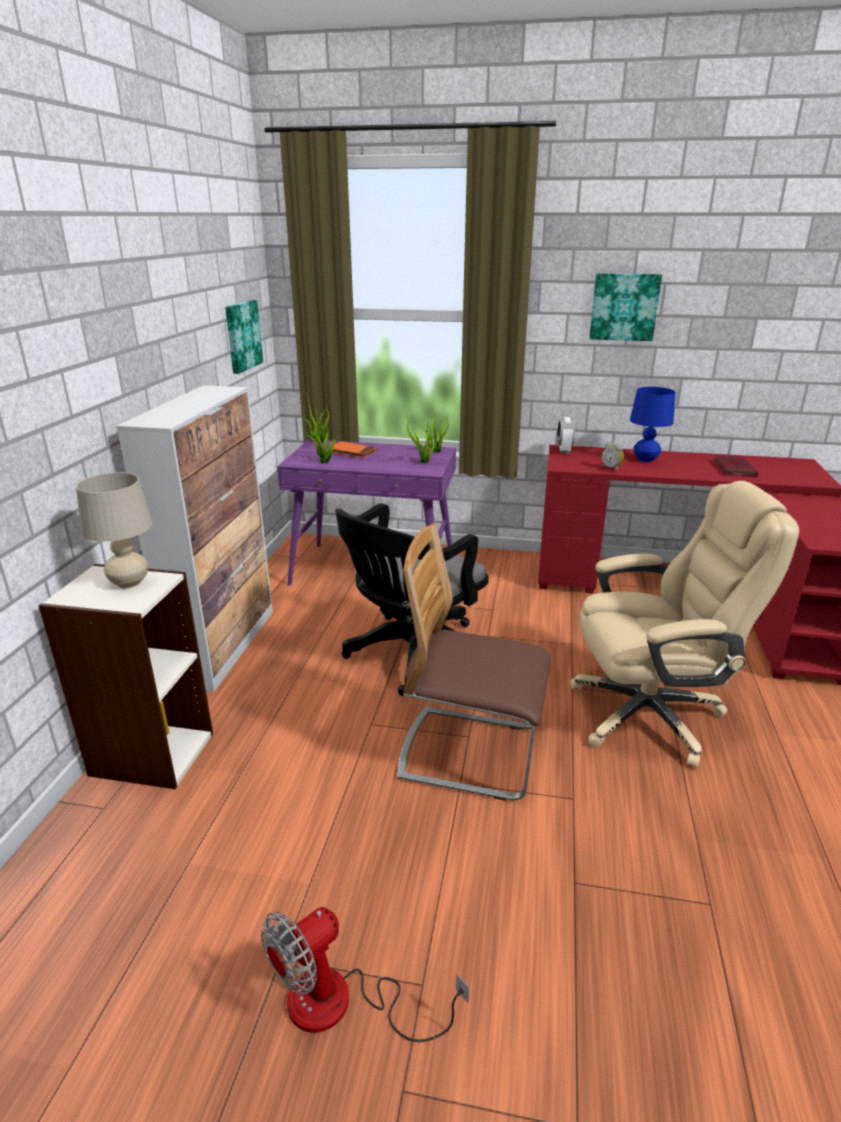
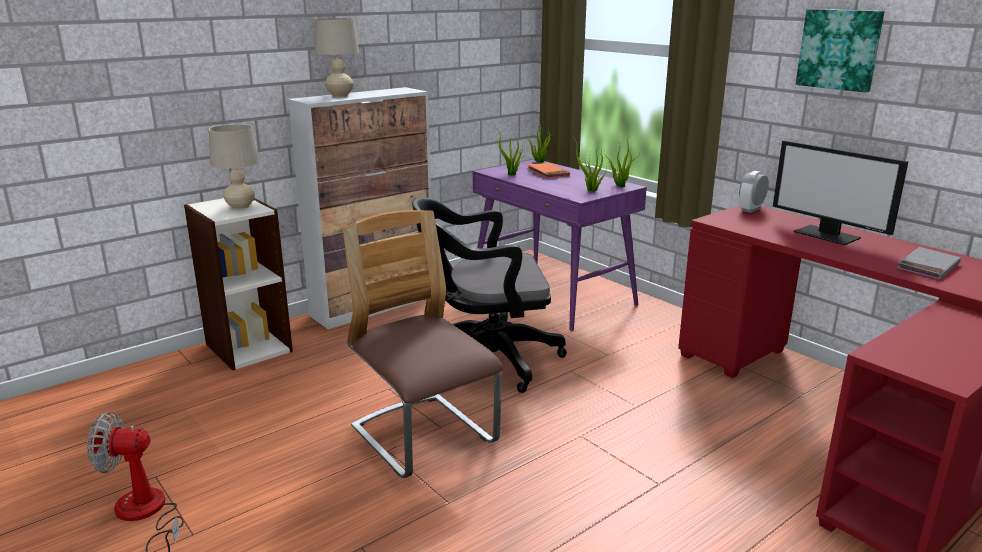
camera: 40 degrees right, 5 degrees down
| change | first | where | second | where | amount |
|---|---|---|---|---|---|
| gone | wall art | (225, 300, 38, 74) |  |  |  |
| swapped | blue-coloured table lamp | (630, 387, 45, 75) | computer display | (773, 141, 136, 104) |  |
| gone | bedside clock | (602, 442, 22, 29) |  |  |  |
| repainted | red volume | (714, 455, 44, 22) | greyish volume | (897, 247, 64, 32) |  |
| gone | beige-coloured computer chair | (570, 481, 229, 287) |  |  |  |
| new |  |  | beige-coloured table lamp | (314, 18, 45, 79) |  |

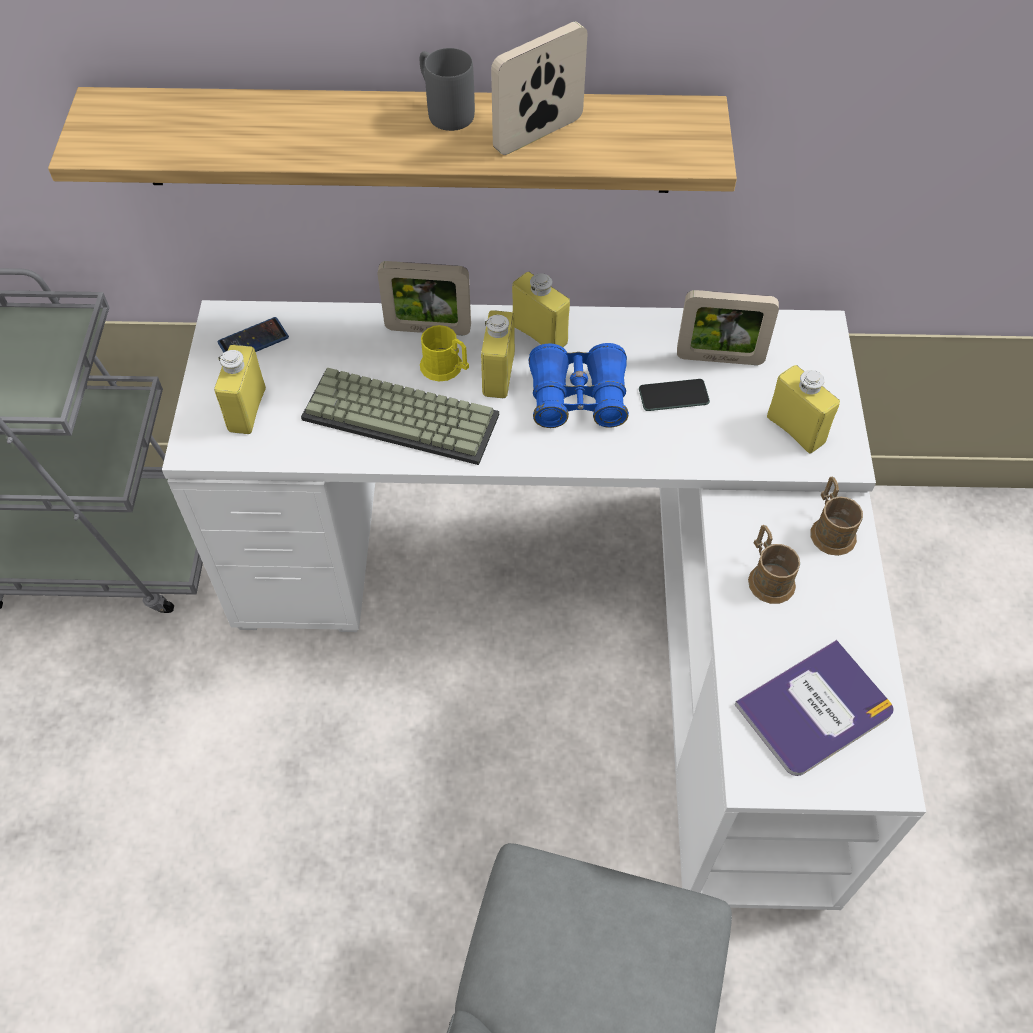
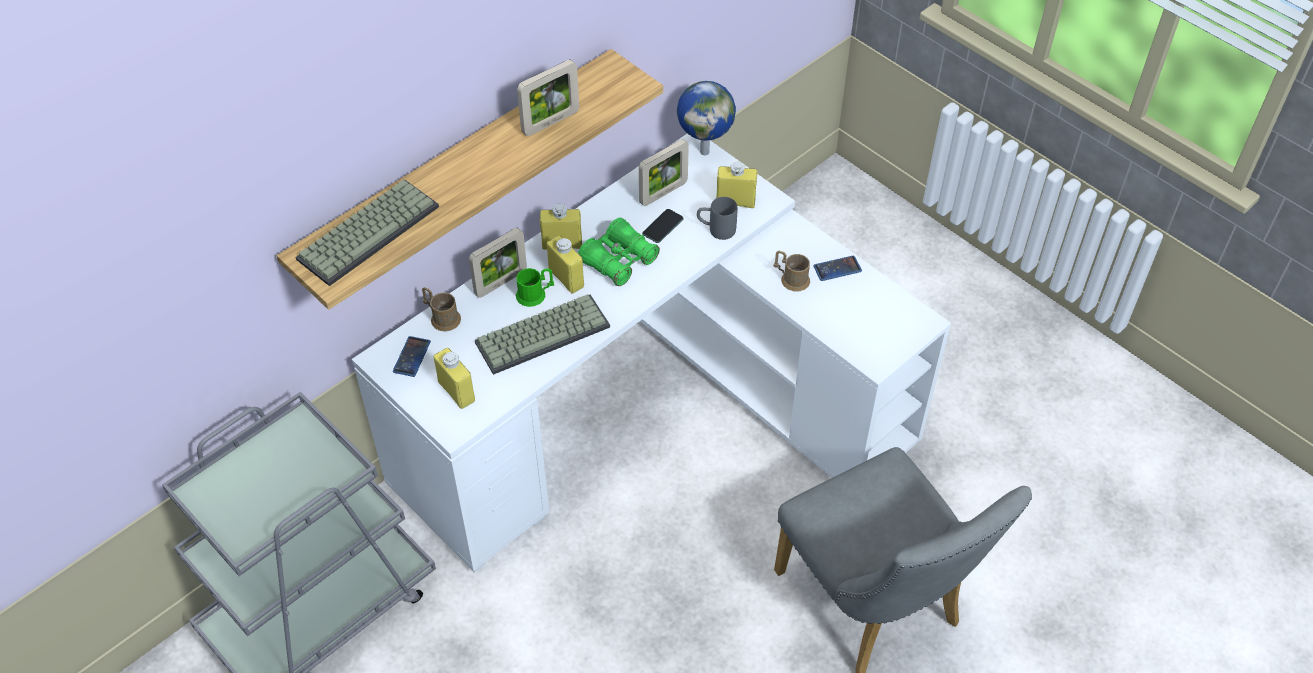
camera: 45 degrees left, 5 degrees down
| change | first | where | second | where | amount |
|---|---|---|---|---|---|
| rotated | picture frame | (491, 22, 96, 133) |  | (517, 60, 62, 76) | 135 degrees counterclockwise |
| shifted | greyish mug | (420, 48, 55, 83) |  | (697, 197, 40, 43) |  |
| repainted | yellow mug | (420, 325, 49, 56) | green mug | (516, 268, 38, 39) |  |
| repainted | blue-coloured pair of binoculars | (528, 343, 101, 85) | green pair of binoculars | (578, 218, 82, 68) |  |
| shifted | brown mug | (811, 477, 52, 79) |  | (422, 287, 39, 44) |  |
| gone | volume | (735, 640, 159, 136) |  |  |  |
| new |  |  | world globe | (677, 81, 59, 74) |  |
| new |  |  | computer keyboard | (296, 180, 143, 106) |  |
| new |  |  | phone | (813, 255, 49, 26) |  |

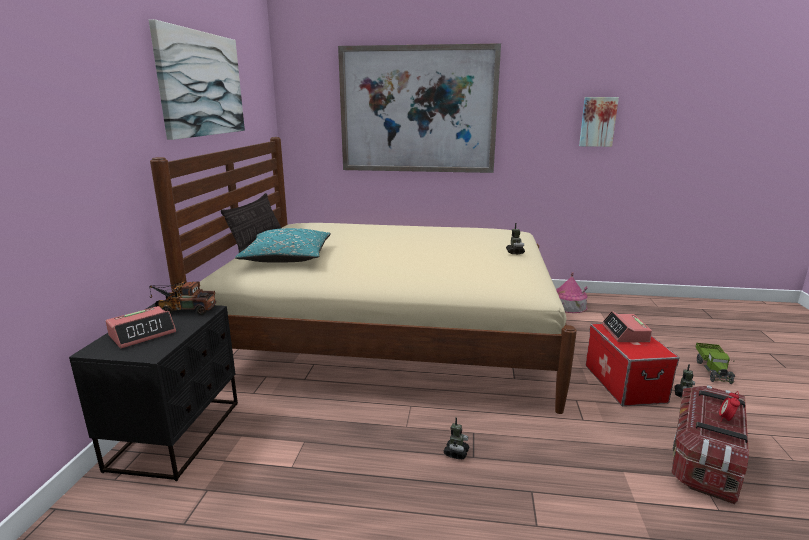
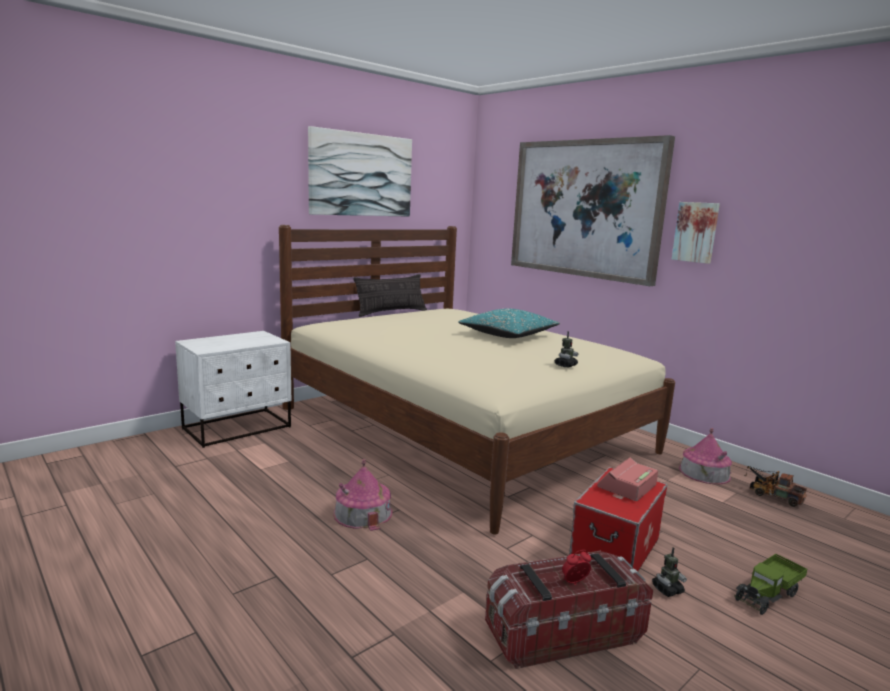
camera: 40 degrees right, 5 degrees down
| change | first | where | second | where | amount |
|---|---|---|---|---|---|
| shifted | wall art | (579, 97, 40, 50) |  | (672, 202, 48, 62) |  |
| shifted | turquoise pillow | (235, 228, 96, 35) |  | (458, 309, 102, 29) |  |
| shifted | model truck | (149, 281, 67, 34) |  | (744, 466, 63, 41) |  |
| repainted | black nightstand | (69, 303, 169, 178) | white nightstand | (175, 331, 116, 117) |  |
| gone | bedside clock | (106, 306, 70, 43) |  |  |  |
| swapped | toy robot | (444, 418, 25, 41) | toy house | (333, 459, 59, 72) |  |

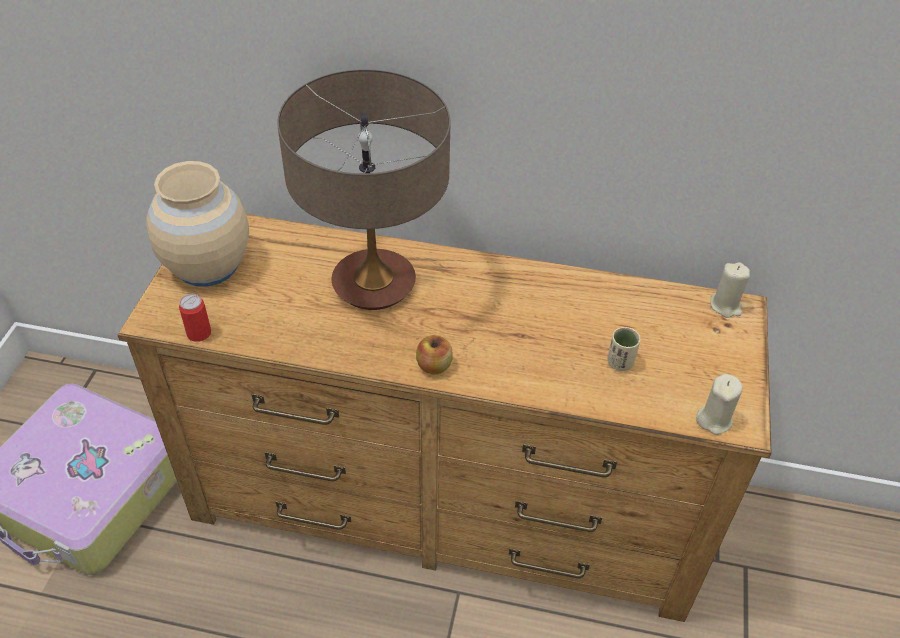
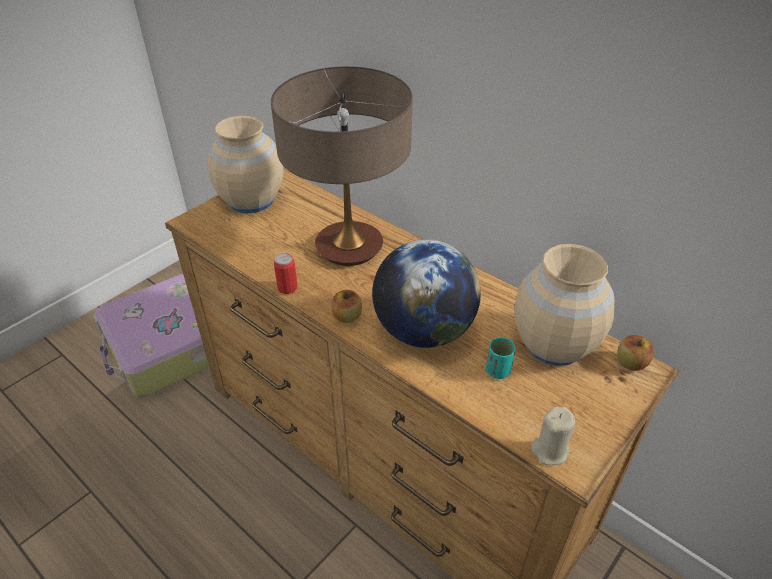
camera: 30 degrees right, 5 degrees down
| change | first | where | second | where | amount |
|---|---|---|---|---|---|
| swapped | beige-coloured wax candle | (710, 262, 40, 56) | apple | (617, 335, 36, 36) |  |
| shifted | can | (179, 294, 32, 48) |  | (274, 253, 24, 41) |  |
| repainted | beige-coloured cup | (607, 327, 33, 44) | turquoise cup | (486, 338, 29, 41) |  |
| new |  |  | world globe | (372, 239, 109, 109) |  |
| new |  |  | beige-coloured flower vase | (514, 244, 100, 122) |  |

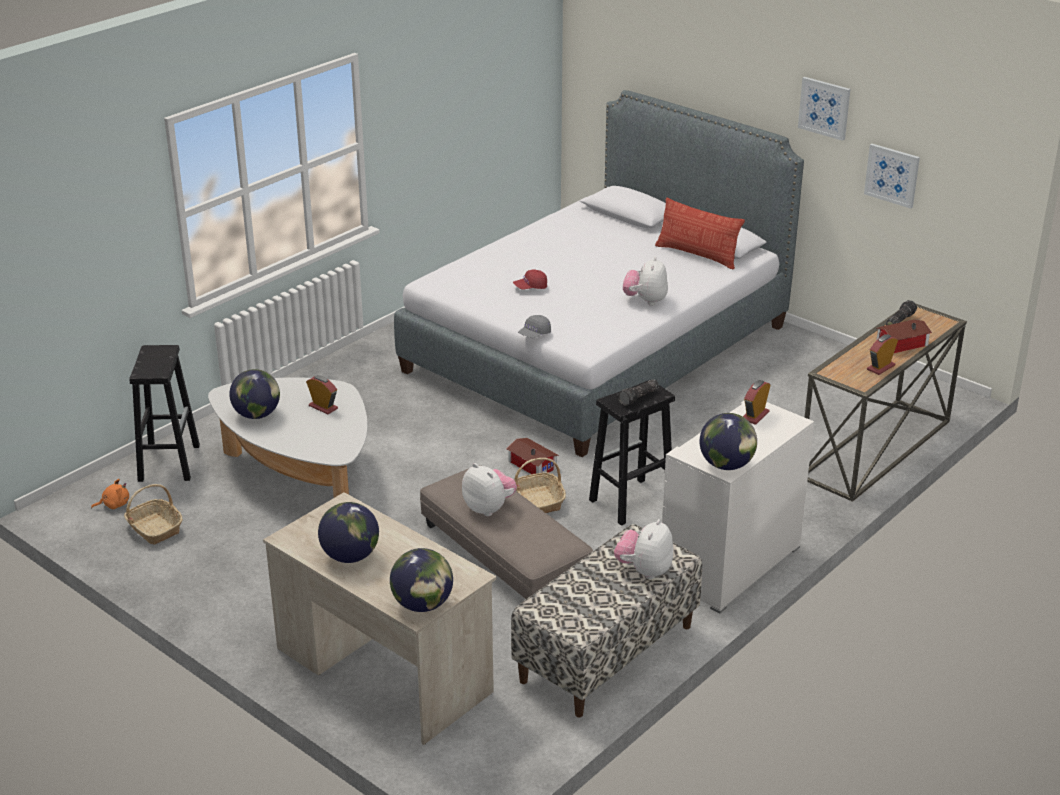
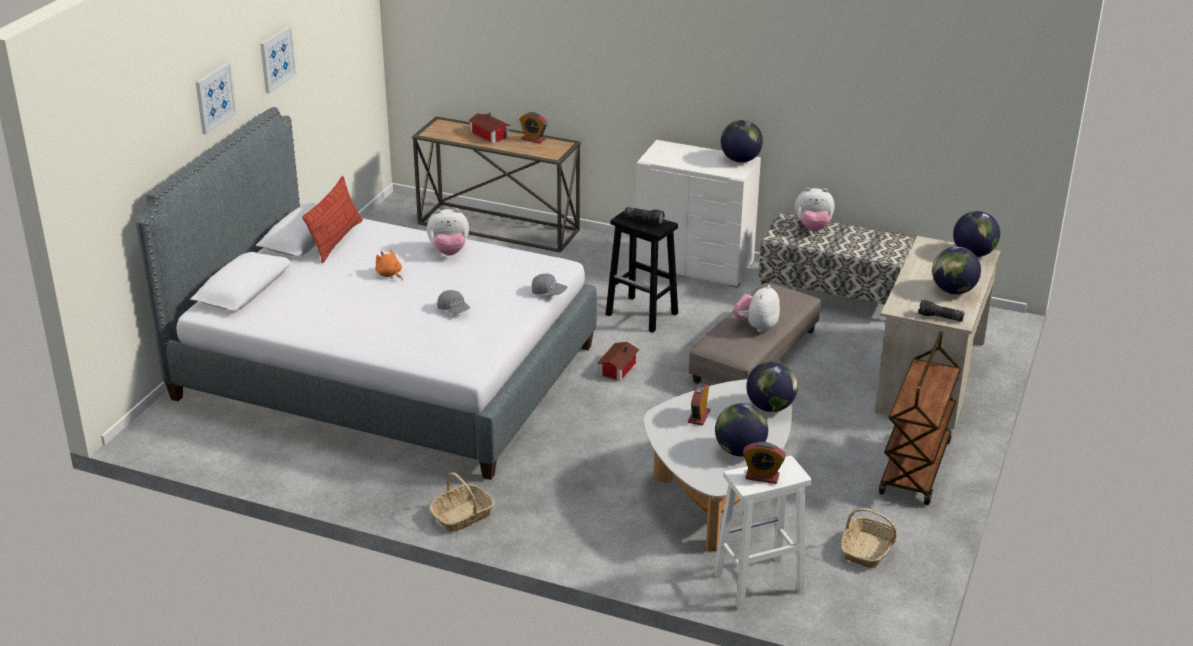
camera: 110 degrees left, 0 degrees up
| change | first | where | second | where | amount |
|---|---|---|---|---|---|
| shifted | wall art | (864, 144, 56, 65) |  | (196, 62, 41, 72) |  |
| repainted | red peaked cap | (513, 270, 34, 19) | greyish peaked cap | (437, 290, 33, 24) |  |
| shifted | flashlight | (886, 300, 31, 26) |  | (918, 300, 47, 22) |  |
| repainted | black sitting stool | (129, 345, 71, 137) | white sitting stool | (713, 456, 99, 154) |  |
| shifted | bedside clock | (743, 380, 27, 45) |  | (743, 442, 43, 42) |  |
| shifted | basket | (515, 458, 51, 55) |  | (429, 472, 66, 60) |  |
| shifted | orange-coloured cuddly toy | (91, 479, 38, 30) |  | (375, 249, 28, 31) |  |
| new |  |  | brown cart | (879, 331, 82, 174) |  |
| new |  |  | world globe | (746, 361, 52, 51) |  |

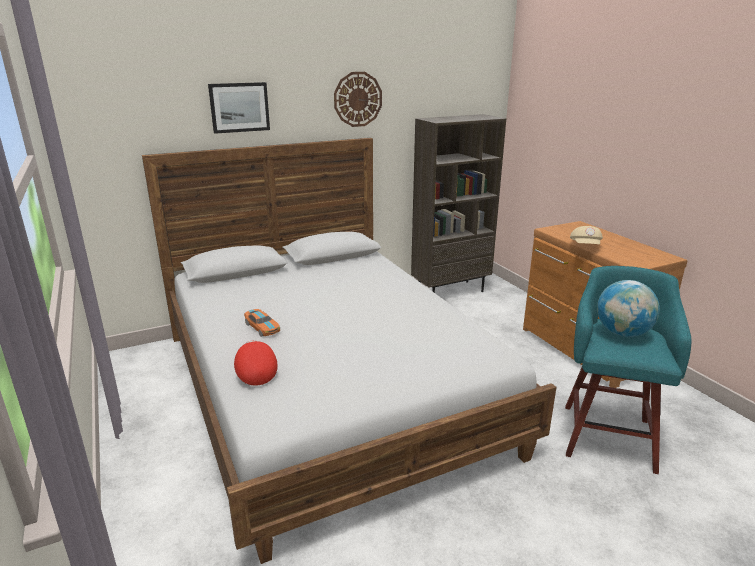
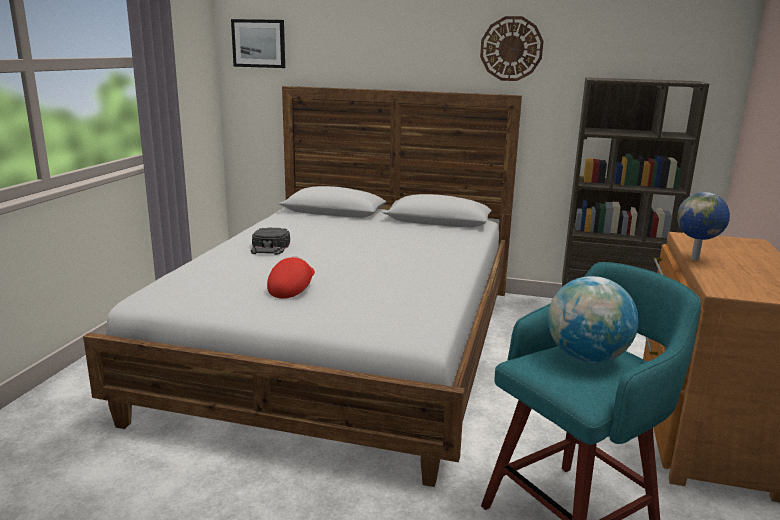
camera: 40 degrees right, 5 degrees down
| change | first | where | second | where | amount |
|---|---|---|---|---|---|
| shifted | wall art | (208, 82, 62, 52) |  | (231, 19, 54, 49) |  |
| swapped | beige-coloured peaked cap | (570, 226, 33, 18) | world globe | (677, 192, 53, 69) |  |
| swapped | model car | (244, 309, 36, 28) | black peaked cap | (251, 228, 39, 27) |  |
| shifted | red peaked cap | (234, 340, 44, 46) |  | (267, 256, 48, 43) |  |

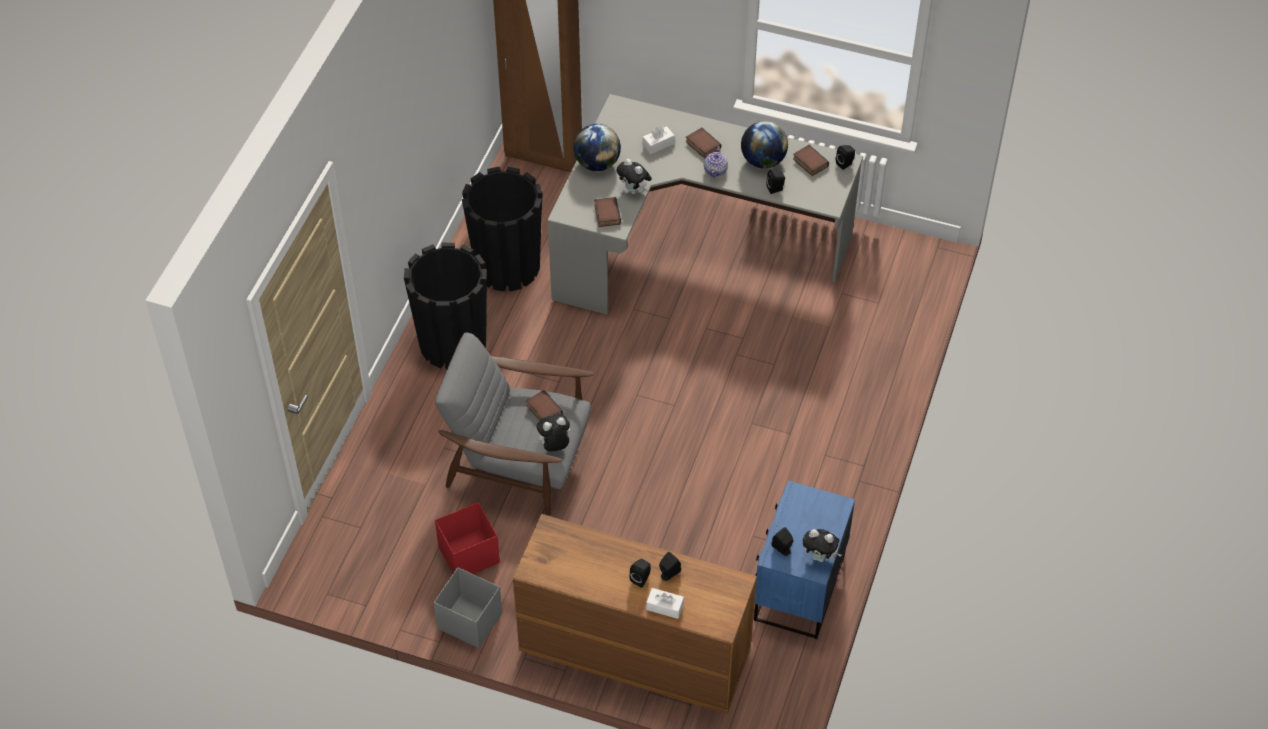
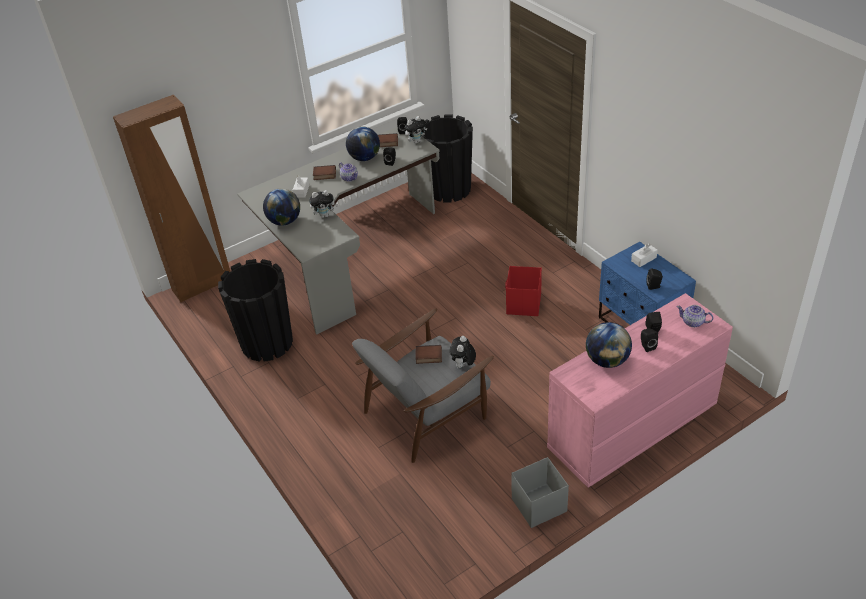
camera: 50 degrees left, 10 degrees down
| change | first | where | second | where | amount |
|---|---|---|---|---|---|
| gone | volume | (594, 197, 27, 30) |  |  |  |
| shifted | black plant pot | (404, 243, 83, 126) |  | (421, 114, 52, 88) |  |
| shifted | red storage box | (435, 502, 65, 72) |  | (505, 266, 37, 50) |  |
| repainted | brown drawer chest | (513, 514, 244, 200) | pink drawer chest | (547, 293, 186, 194) |  |
| shifted | cuddly toy | (803, 529, 38, 33) |  | (405, 116, 22, 28) |  |
| shifted | white box of tissues | (646, 588, 38, 31) |  | (631, 244, 27, 23) |  |
| new |  |  | tea pot | (677, 305, 36, 22) |  |
| new |  |  | world globe | (586, 322, 46, 46) |  |

